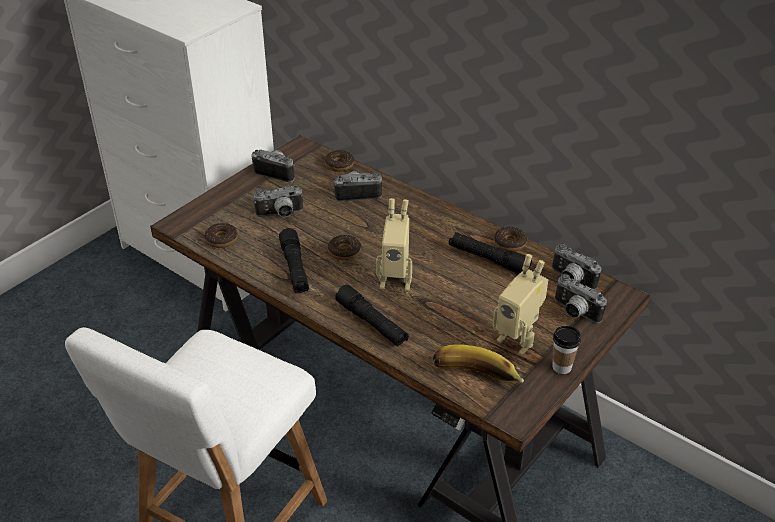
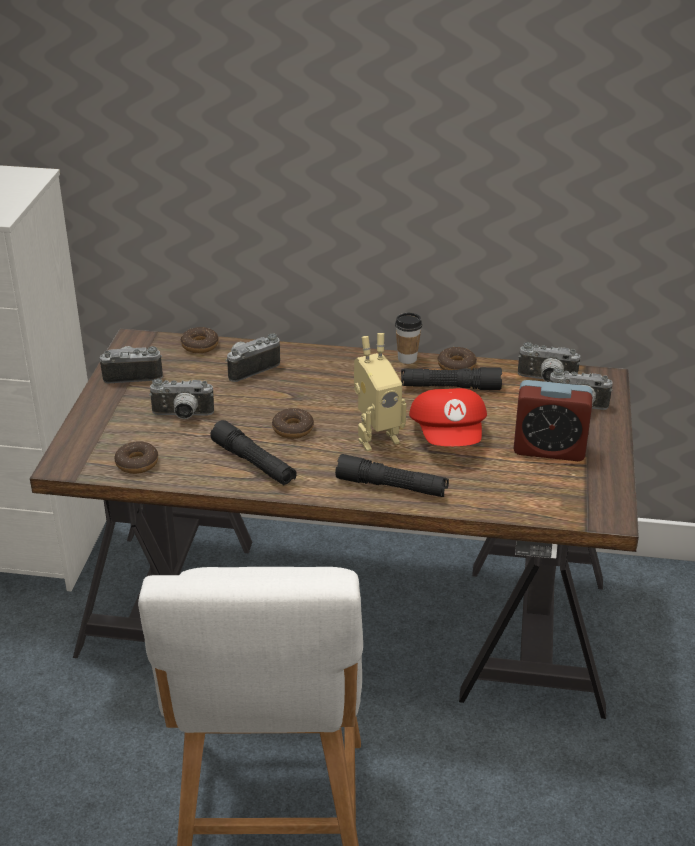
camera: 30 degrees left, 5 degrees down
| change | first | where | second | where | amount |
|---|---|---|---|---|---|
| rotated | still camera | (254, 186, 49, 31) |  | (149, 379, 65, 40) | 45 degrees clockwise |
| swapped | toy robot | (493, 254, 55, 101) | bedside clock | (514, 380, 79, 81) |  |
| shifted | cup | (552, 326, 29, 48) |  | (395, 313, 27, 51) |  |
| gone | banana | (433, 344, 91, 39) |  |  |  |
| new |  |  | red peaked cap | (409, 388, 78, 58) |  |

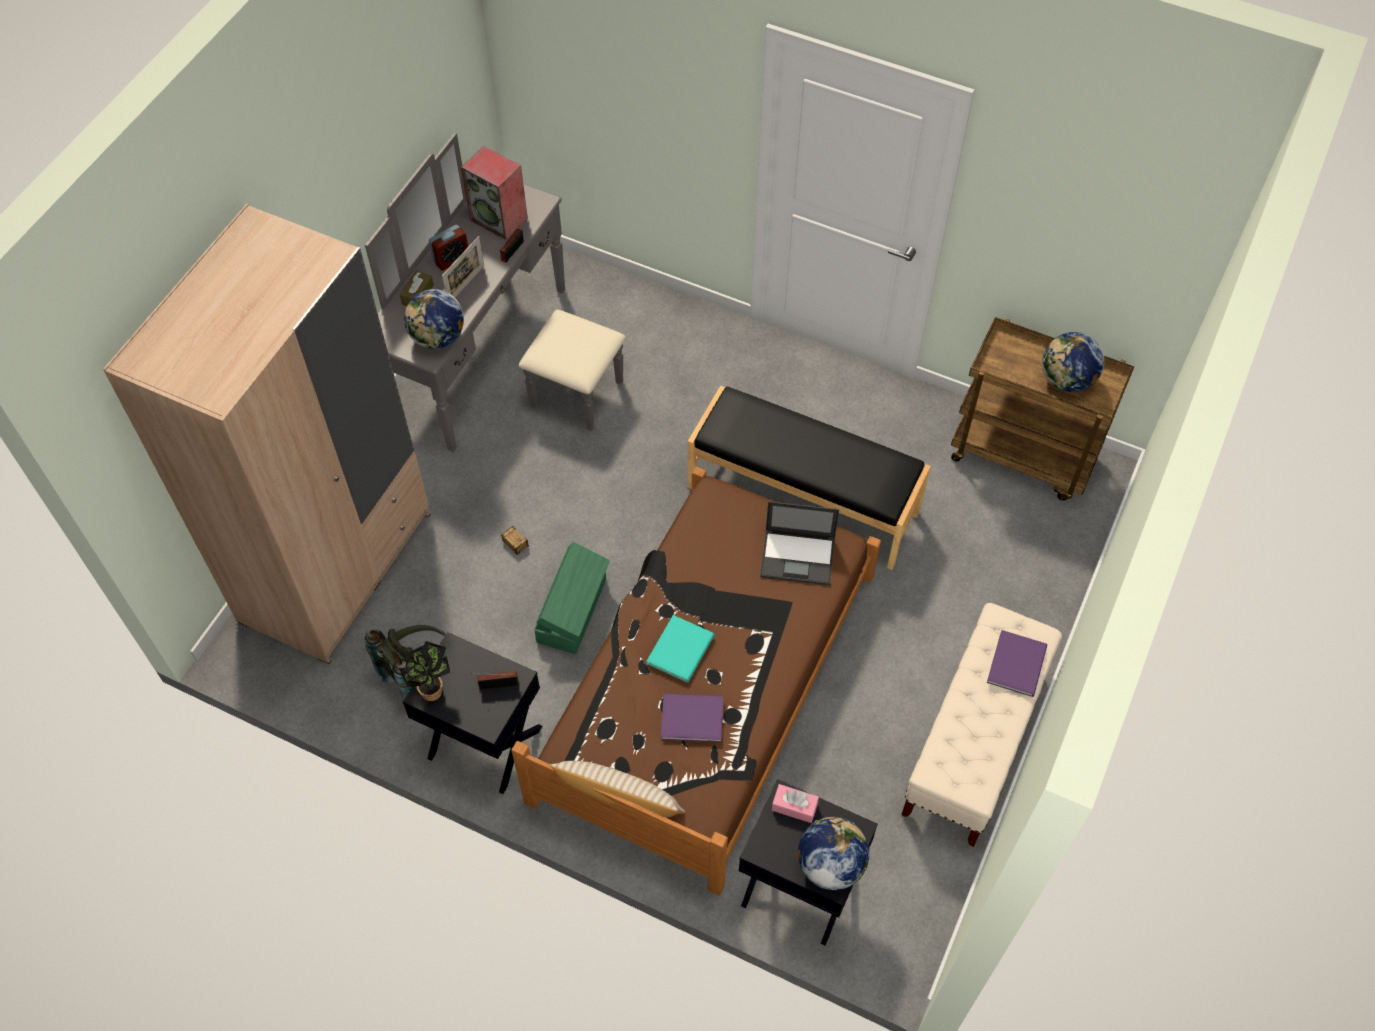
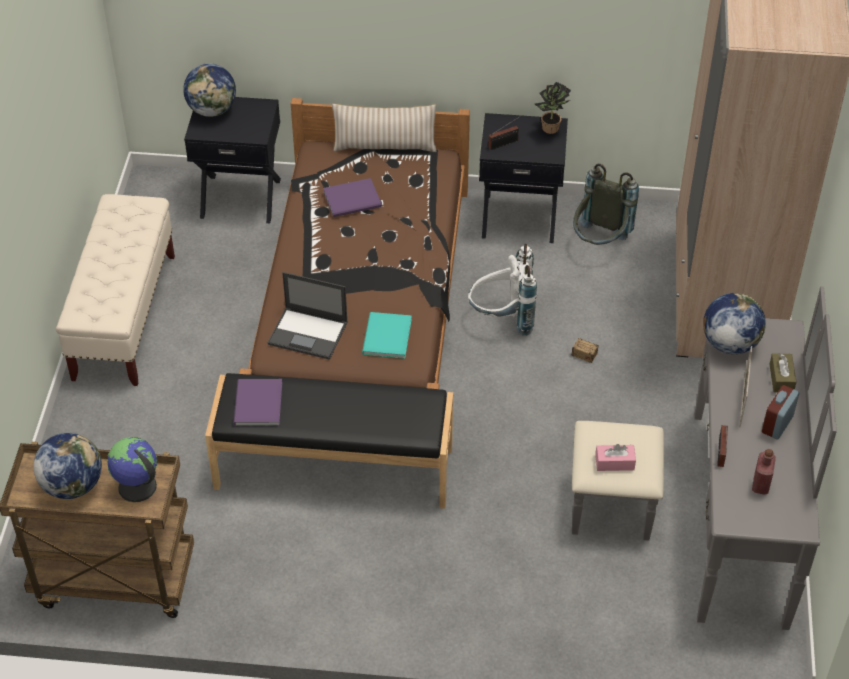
camera: 160 degrees right, 10 degrees down
| change | first | where | second | where | amount |
|---|---|---|---|---|---|
| swapped | loudspeaker | (461, 146, 67, 94) | red bottle | (752, 449, 24, 46) |  |
| rotated | laptop | (760, 501, 79, 84) |  | (268, 272, 80, 88) | 150 degrees counterclockwise |
| swapped | green storage box | (534, 542, 76, 112) | white rucksack | (468, 244, 69, 92) |  |
| shifted | turquoise volume | (646, 615, 69, 68) |  | (362, 312, 50, 47) |  |
| shifted | purple volume | (987, 630, 60, 67) |  | (234, 379, 48, 47) |  |
| shifted | pink box of tissues | (772, 784, 47, 39) |  | (595, 444, 41, 27) |  |
| new |  |  | world globe | (107, 437, 50, 65) |  |

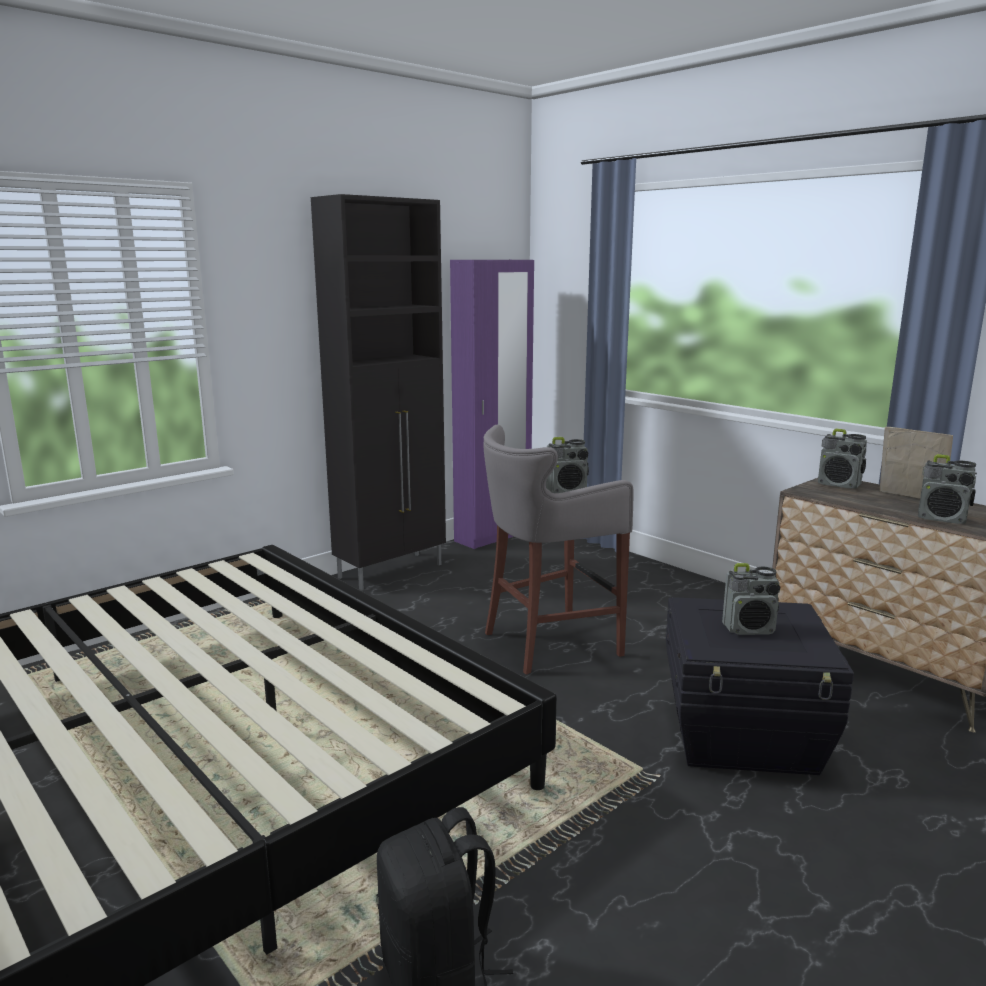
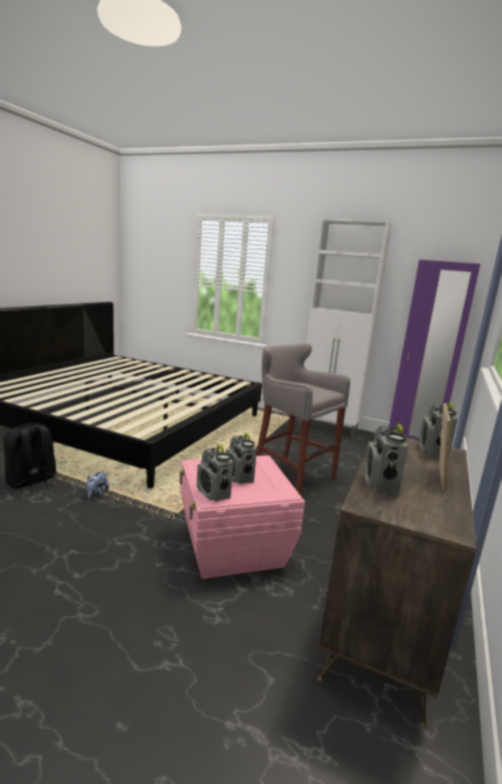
camera: 65 degrees right, 0 degrees up
| change | first | where | second | where | amount |
|---|---|---|---|---|---|
| repainted | black storage cabinet | (311, 194, 135, 396) | white storage cabinet | (299, 218, 93, 220) |  |
| shifted | radio set | (546, 437, 43, 56) |  | (197, 445, 36, 57) |  |
| repainted | black storage box | (666, 597, 188, 178) | pink storage box | (179, 455, 126, 124) |  |
| new |  |  | cuddly toy | (87, 470, 22, 29) |  |

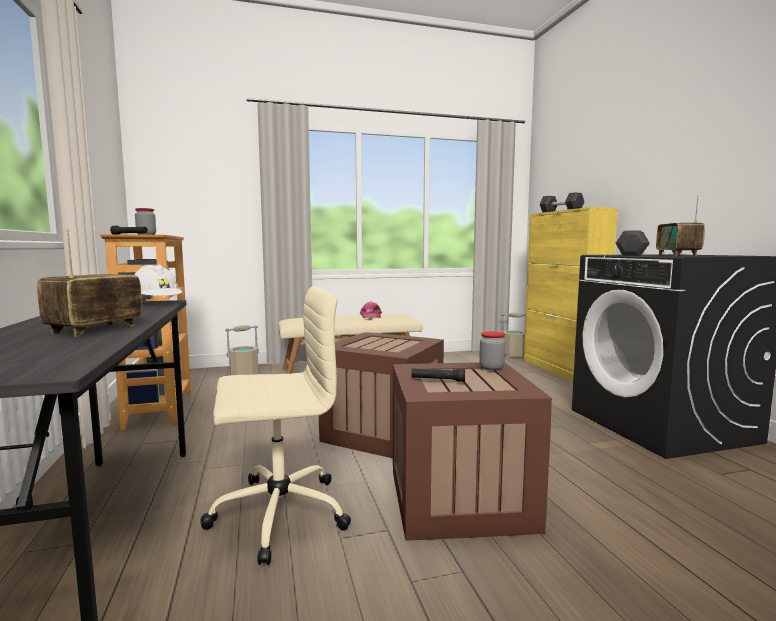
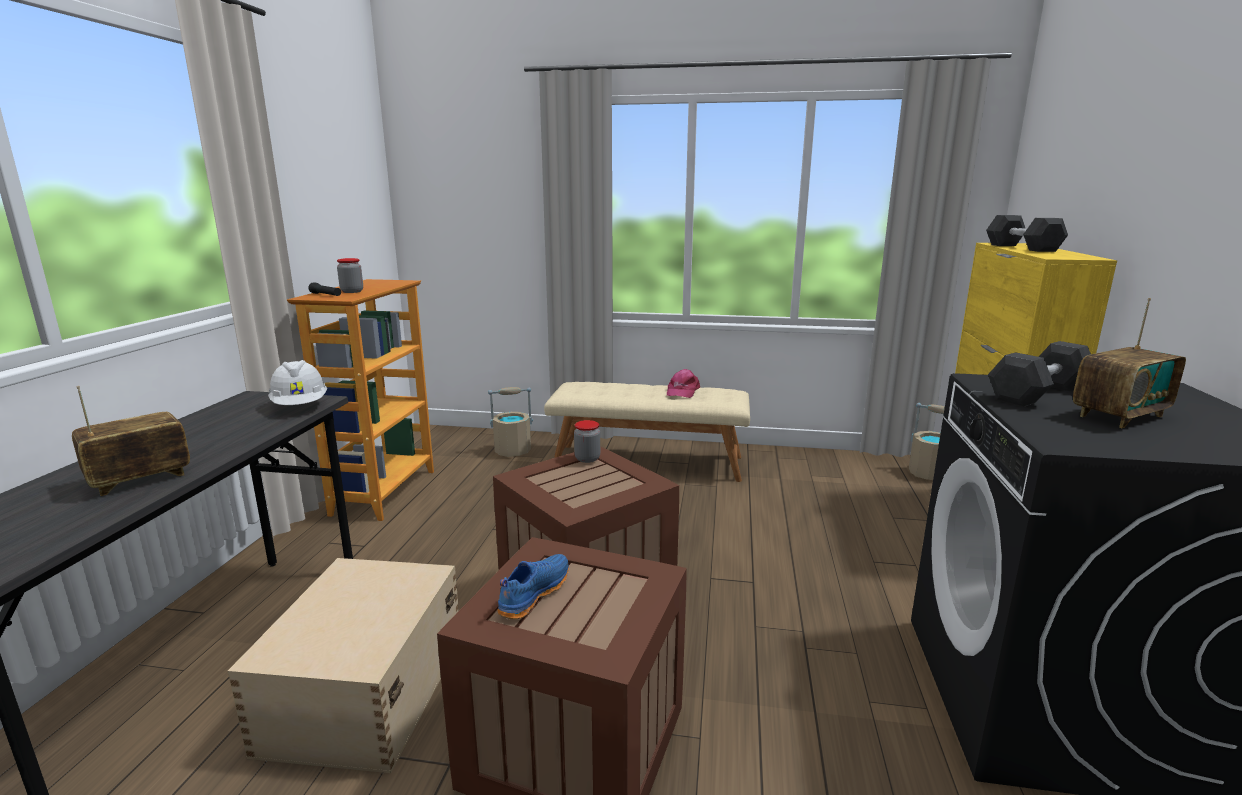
camera: 25 degrees right, 10 degrees up
| change | first | where | second | where | amount |
|---|---|---|---|---|---|
| rotated | radio set | (656, 196, 49, 60) |  | (1073, 298, 113, 130) | 150 degrees counterclockwise |
| swapped | beige-coloured computer chair | (200, 286, 151, 279) | beige-coloured storage box | (228, 558, 231, 215) |  |
| shifted | jar | (479, 331, 26, 39) |  | (574, 420, 26, 43) |  |
| swapped | black flashlight | (411, 368, 54, 14) | blue-coloured item of footwear | (497, 554, 72, 65) |  |

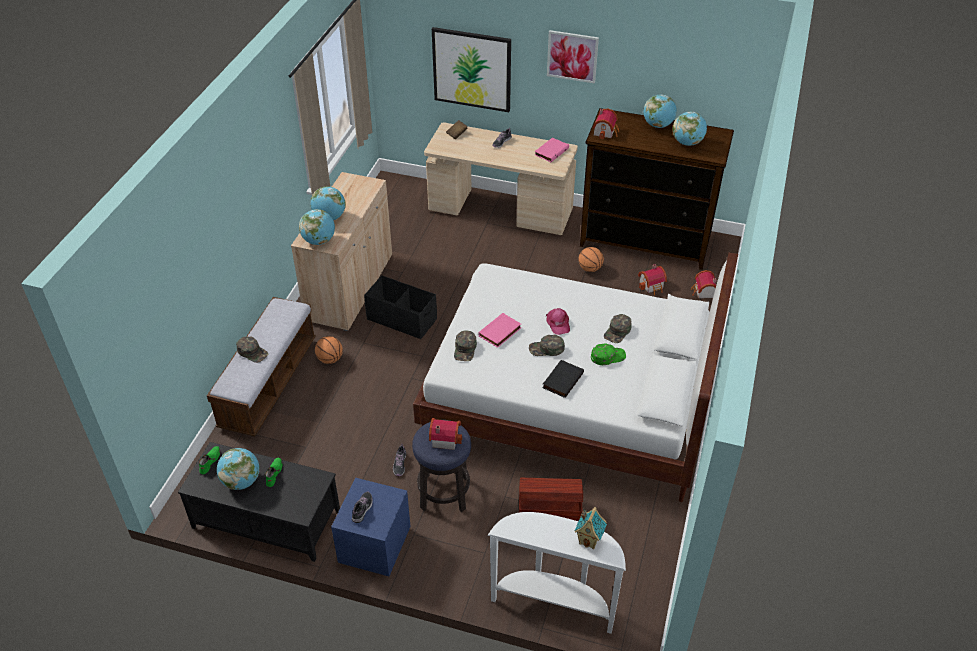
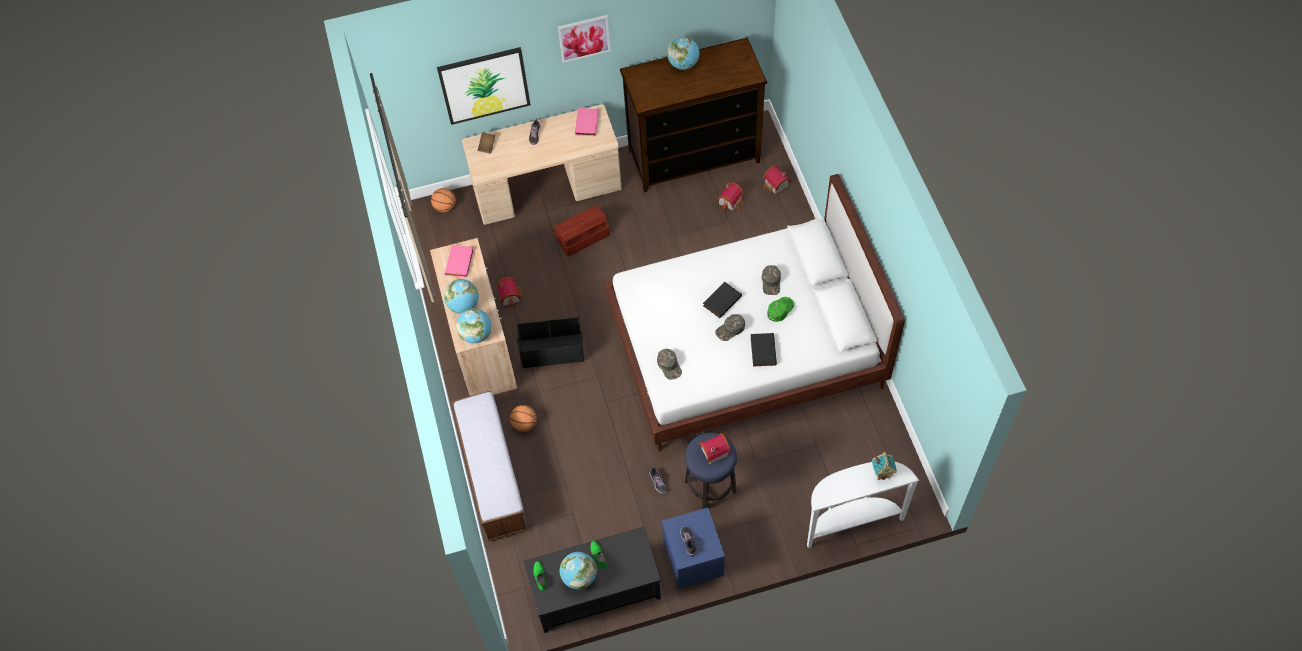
camera: 30 degrees left, 15 degrees up
| change | first | where | second | where | amount |
|---|---|---|---|---|---|
| shifted | toy house | (593, 109, 26, 31) |  | (497, 277, 27, 30) |  |
| gone | world globe | (673, 111, 34, 35) |  |  |  |
| shifted | basketball ball | (578, 247, 26, 25) |  | (431, 188, 25, 25) |  |
| swapped | pink peaked cap | (546, 308, 24, 27) | black volume | (703, 282, 39, 36) |  |
| shifted | pink volume | (478, 313, 44, 35) |  | (445, 245, 29, 33) |  |
| gone | green peaked cap | (236, 336, 32, 27) |  |  |  |
| shifted | brown storage box | (519, 478, 64, 43) |  | (554, 205, 56, 52) |  |

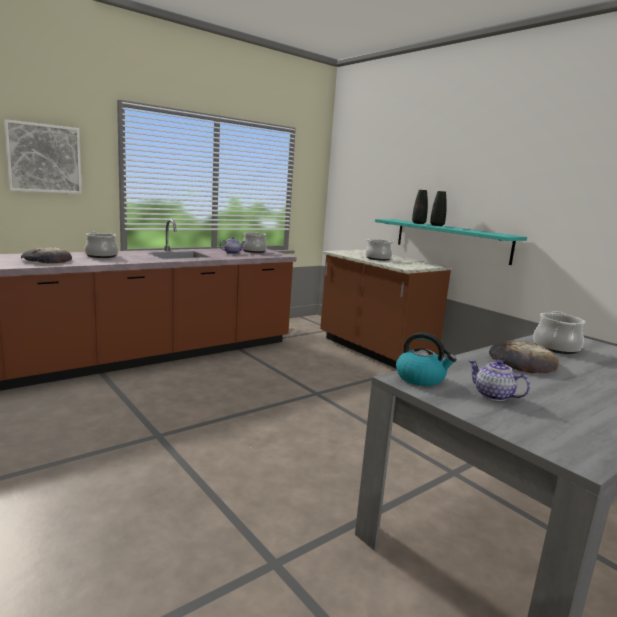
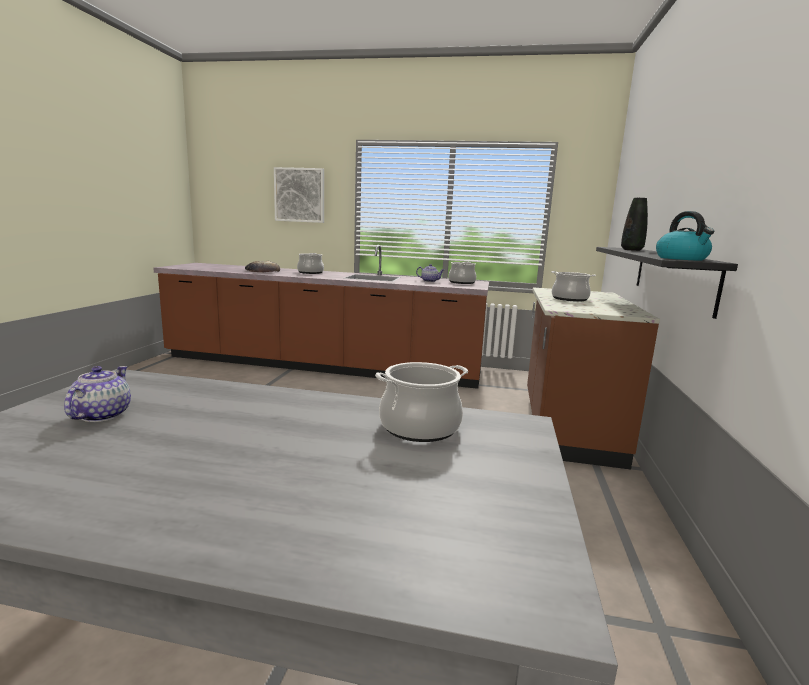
camera: 50 degrees right, 0 degrees up
| change | first | where | second | where | amount |
|---|---|---|---|---|---|
| gone | black flower vase | (430, 191, 17, 35) |  |  |  |
| repainted | turquoise shelf | (375, 219, 152, 46) | black shelf | (596, 247, 142, 72) |  |
| shifted | water kettle | (396, 332, 61, 54) |  | (656, 211, 58, 50) |  |
| gone | bakery bread | (489, 341, 70, 32) |  |  |  |

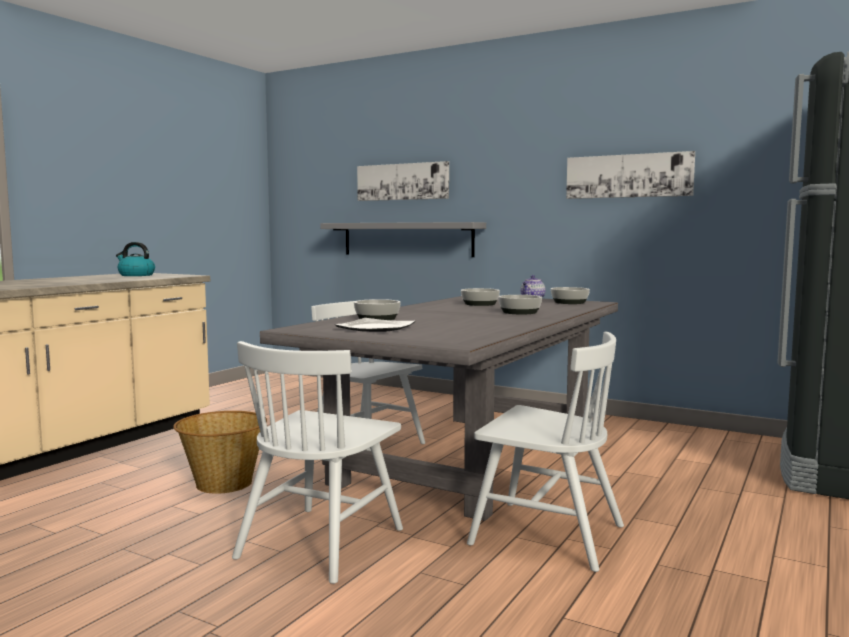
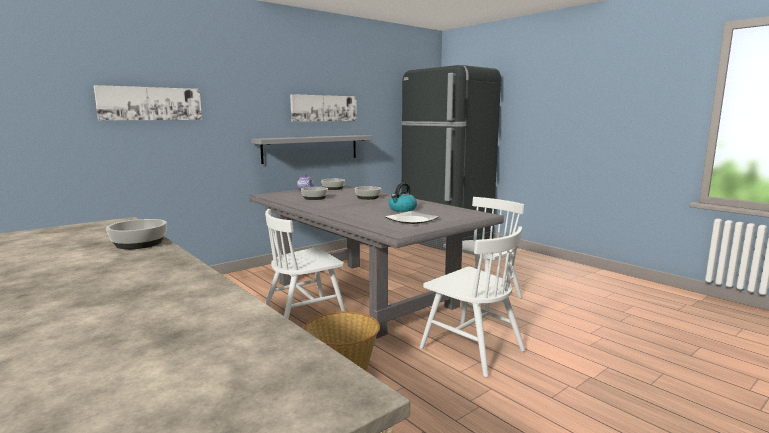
camera: 70 degrees left, 5 degrees up
| change | first | where | second | where | amount |
|---|---|---|---|---|---|
| shifted | greyish shelf | (320, 222, 166, 35) |  | (251, 135, 122, 29) |  |
| shifted | water kettle | (116, 242, 39, 34) |  | (389, 183, 28, 29) |  |
| shifted | serving bowl | (354, 299, 47, 21) |  | (106, 219, 61, 30) |  |

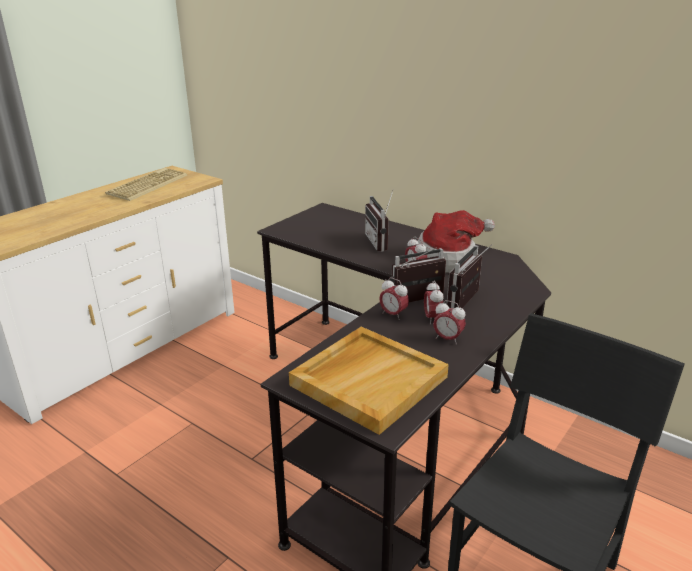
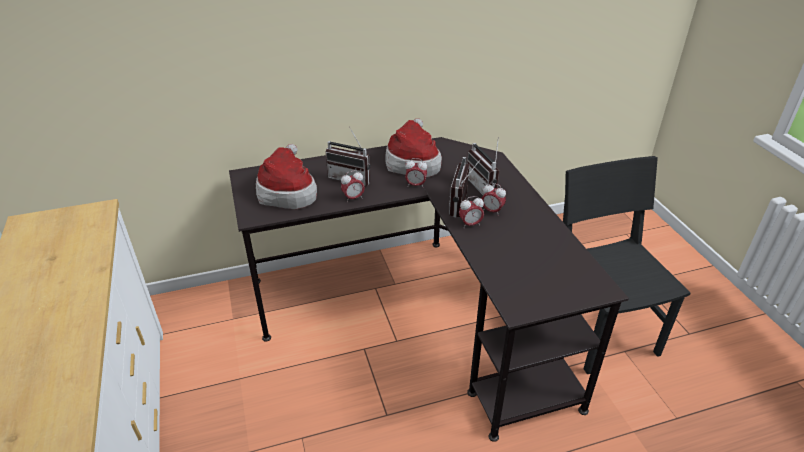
camera: 55 degrees left, 10 degrees up
| change | first | where | second | where | amount |
|---|---|---|---|---|---|
| gone | computer keyboard | (105, 168, 82, 33) |  |  |  |
| shifted | bedside clock | (433, 300, 33, 45) |  | (341, 170, 24, 32) |  |
| gone | beige-coloured carrying tray | (289, 327, 160, 108) |  |  |  |
| new |  |  | clothing hat | (256, 144, 61, 65) |  |

